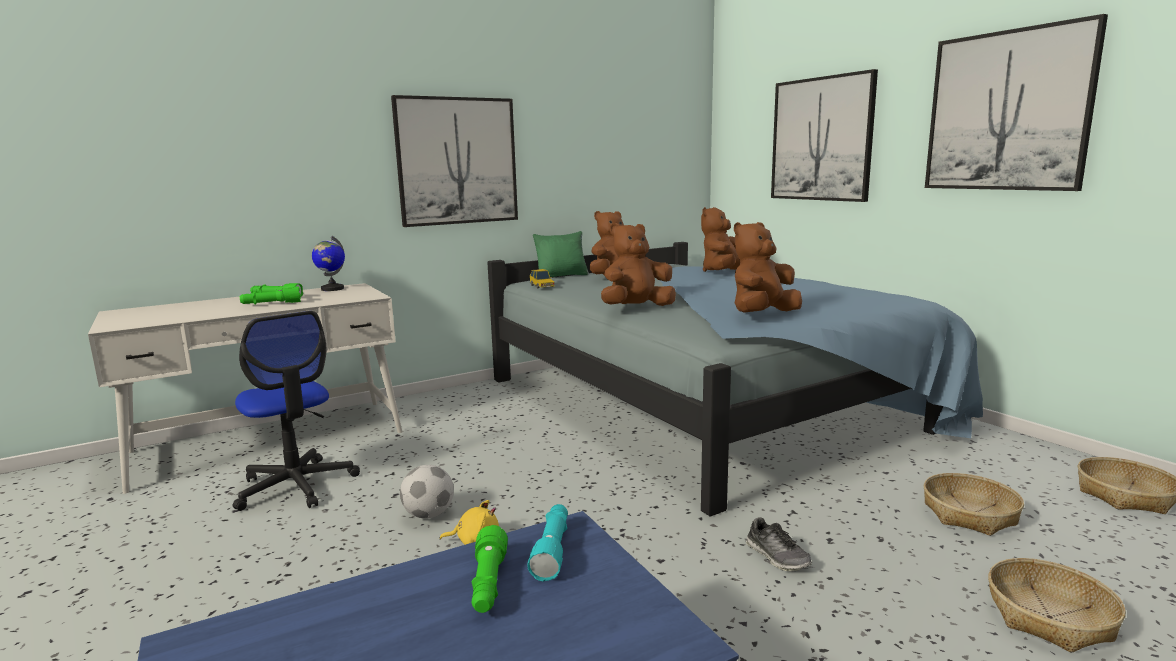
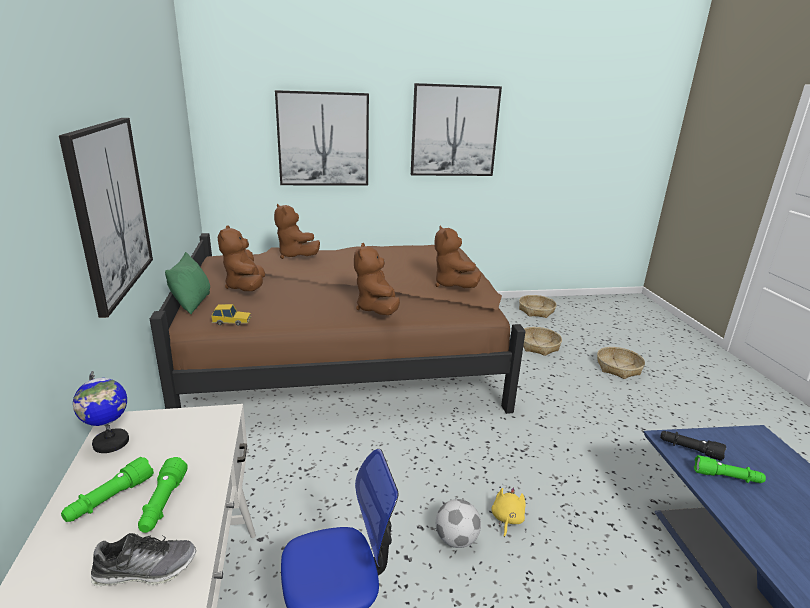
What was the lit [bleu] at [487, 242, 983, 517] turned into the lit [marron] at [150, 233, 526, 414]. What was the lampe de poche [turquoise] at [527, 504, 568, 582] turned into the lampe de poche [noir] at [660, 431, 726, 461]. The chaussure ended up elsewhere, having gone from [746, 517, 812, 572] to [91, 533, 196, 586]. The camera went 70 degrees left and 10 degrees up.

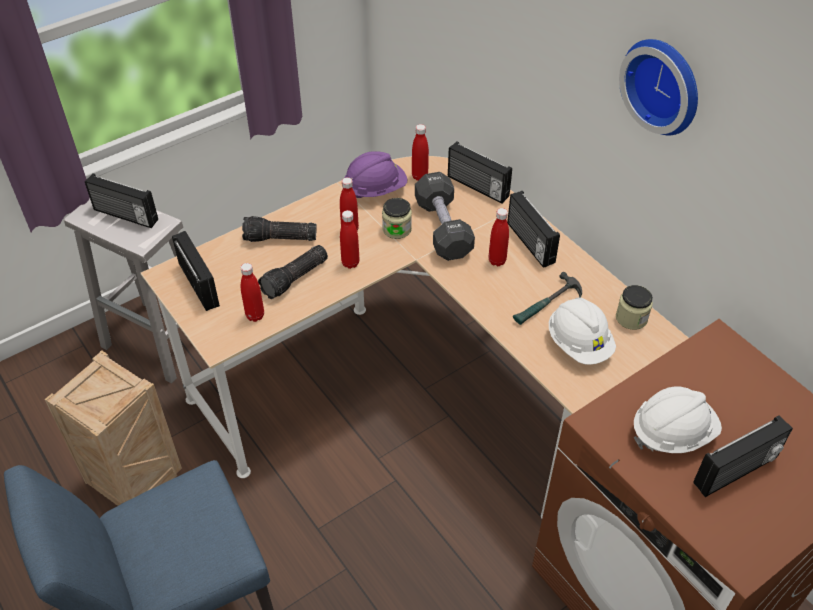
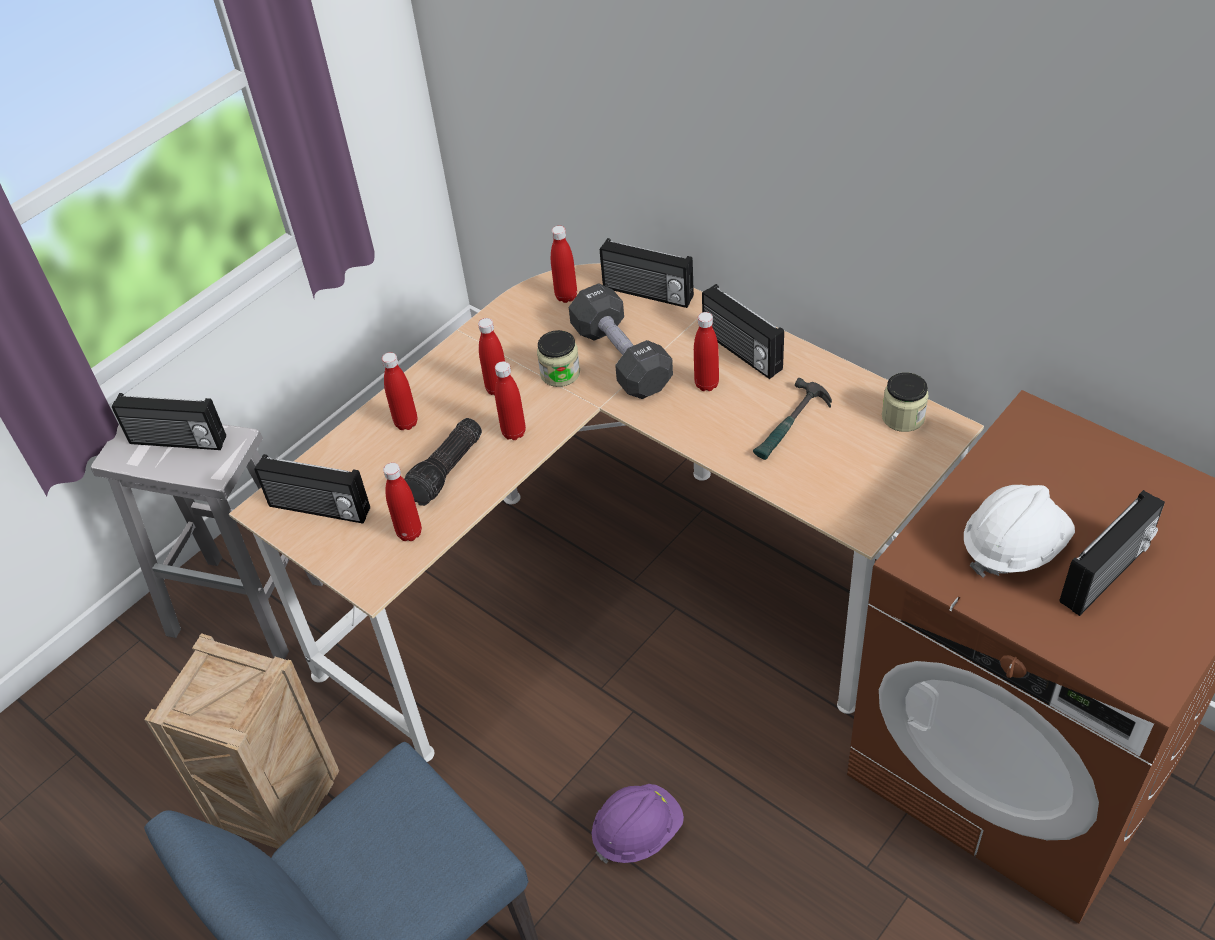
The second view lost the horloge murale at [619, 39, 698, 135]. The casque de chantier [violet] ended up elsewhere, having gone from [344, 152, 407, 198] to [591, 784, 684, 864]. Where the lampe de poche stood at [242, 216, 317, 242], the bouteille [rouge] came to stand at [382, 352, 418, 430]. The radio at [172, 231, 220, 311] ended up facing another way, 150 degrees clockwise from before. The second view lost the casque de chantier [blanc] at [549, 297, 616, 365]. The camera went 10 degrees left and 0 degrees up.

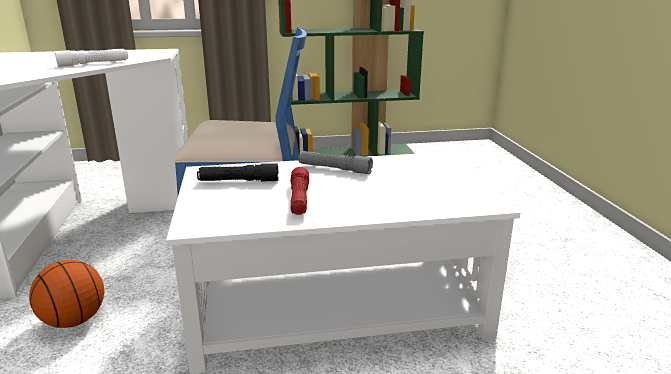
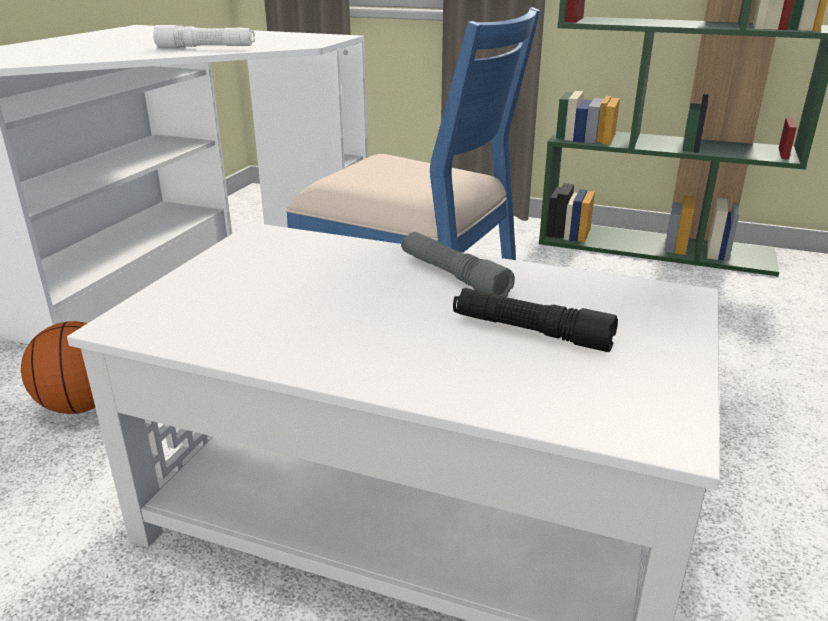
The lampe de poche [noir] ended up elsewhere, having gone from [197, 163, 278, 181] to [453, 288, 618, 352]. The second view lost the lampe de poche [rouge] at [290, 167, 309, 215]. The camera went 30 degrees right and 5 degrees up.

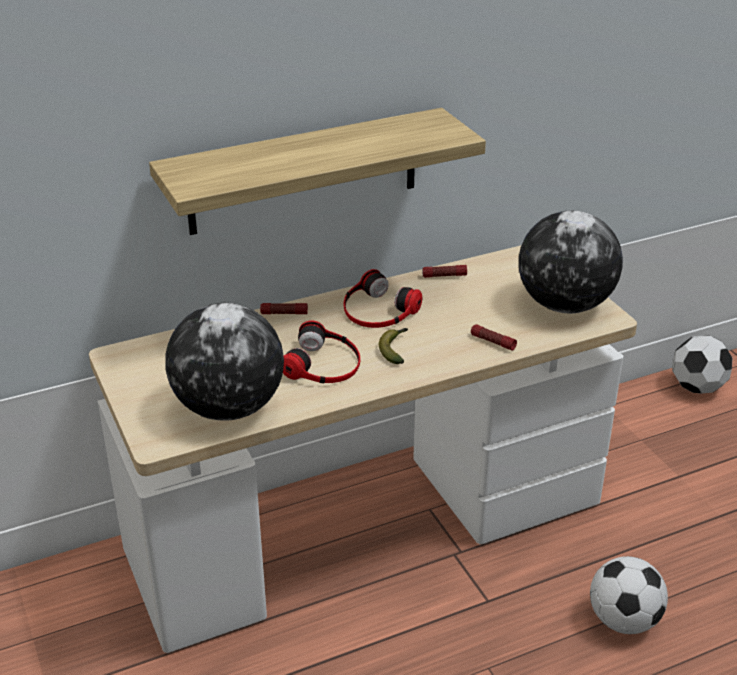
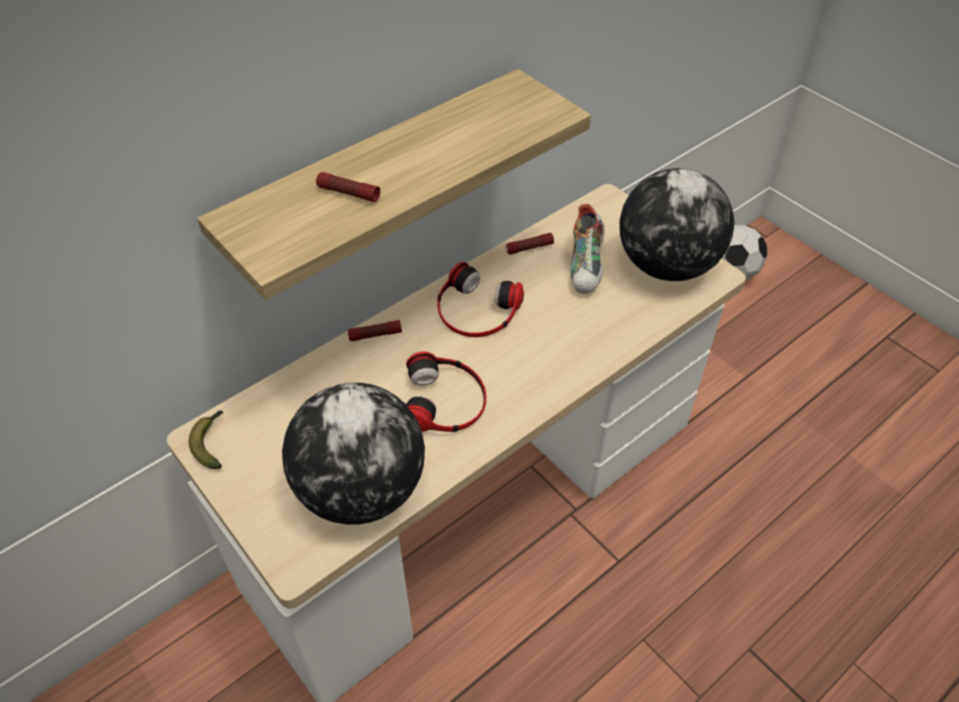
The lampe de poche ended up elsewhere, having gone from [471, 324, 517, 351] to [316, 172, 380, 202]. The banane ended up elsewhere, having gone from [379, 328, 408, 364] to [189, 411, 223, 469]. The second view lost the ballon de foot at [590, 556, 668, 634]. The second view gained the chaussure at [570, 204, 605, 294]. The camera went 15 degrees left and 15 degrees up.

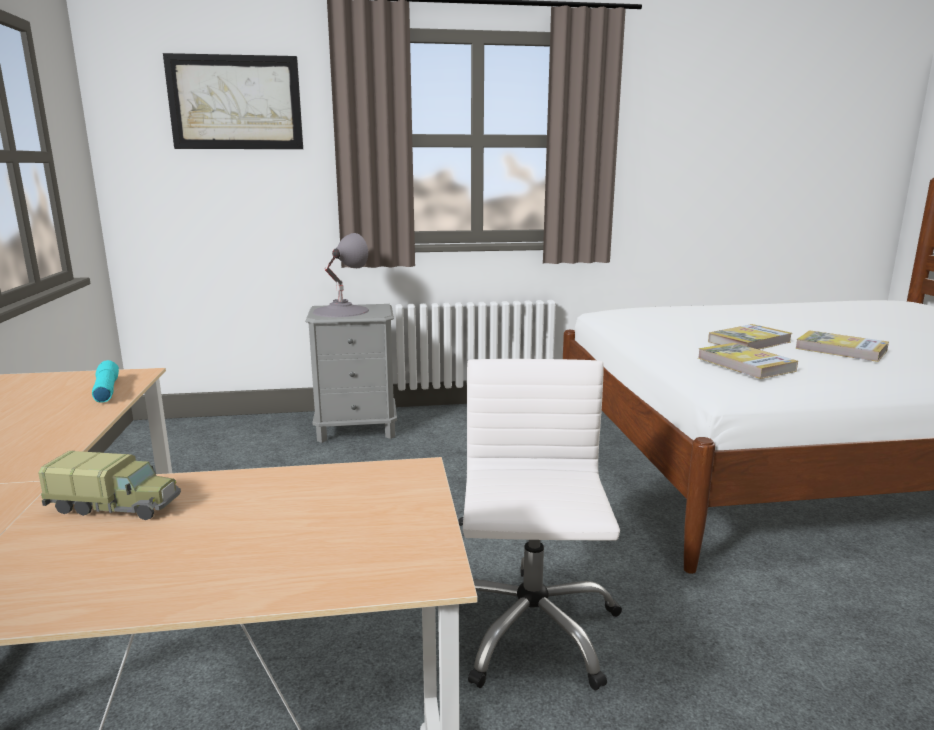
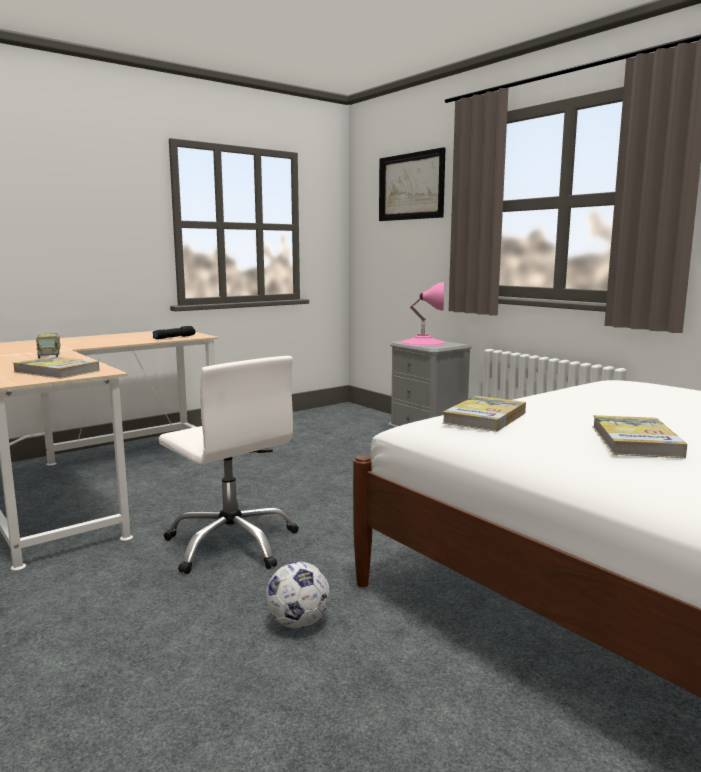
What was the lampe de table [gris] at [313, 233, 369, 317] turned into the lampe de table [rose] at [401, 282, 445, 346]. The livre ended up elsewhere, having gone from [708, 324, 792, 350] to [13, 356, 100, 379]. The chaise de bureau [blanc] at [458, 359, 622, 690] ended up facing another way, 75 degrees clockwise from before. What was the lampe de poche [turquoise] at [92, 360, 119, 402] turned into the lampe de poche [noir] at [153, 326, 196, 339]. The second view gained the ballon de foot at [266, 561, 330, 629]. The camera went 60 degrees right and 5 degrees down.

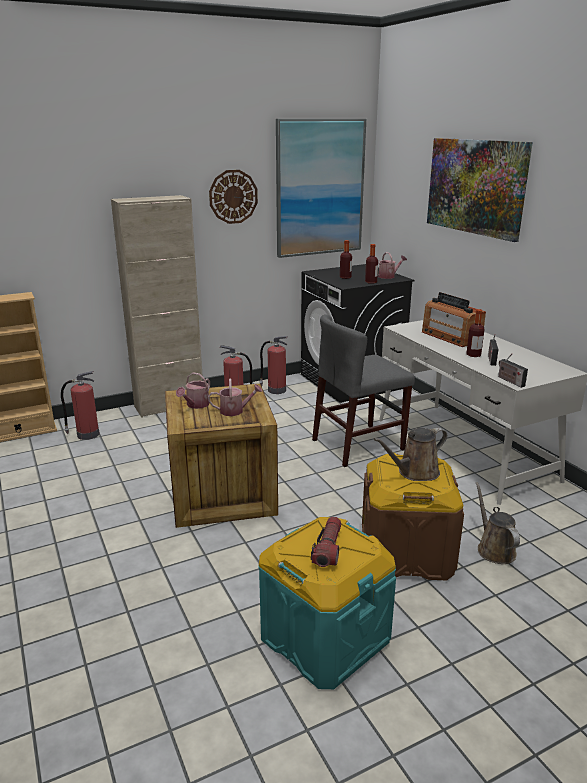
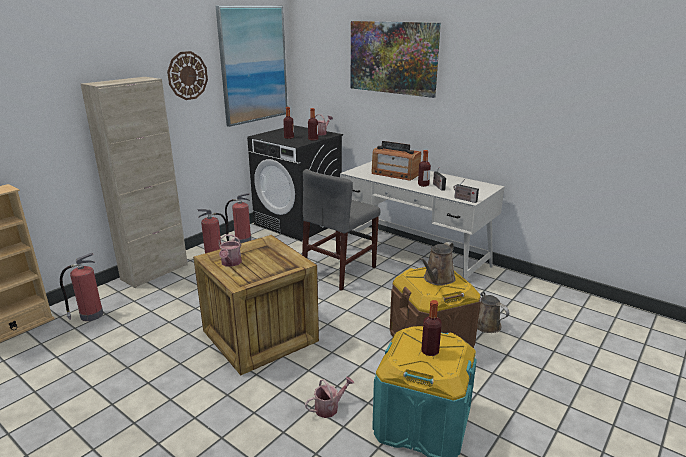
The arrosoir ended up elsewhere, having gone from [208, 378, 262, 416] to [305, 377, 354, 418]. Where the lampe de poche stood at [311, 517, 341, 567], the bouteille came to stand at [421, 300, 442, 356]. The camera went 25 degrees left and 0 degrees up.

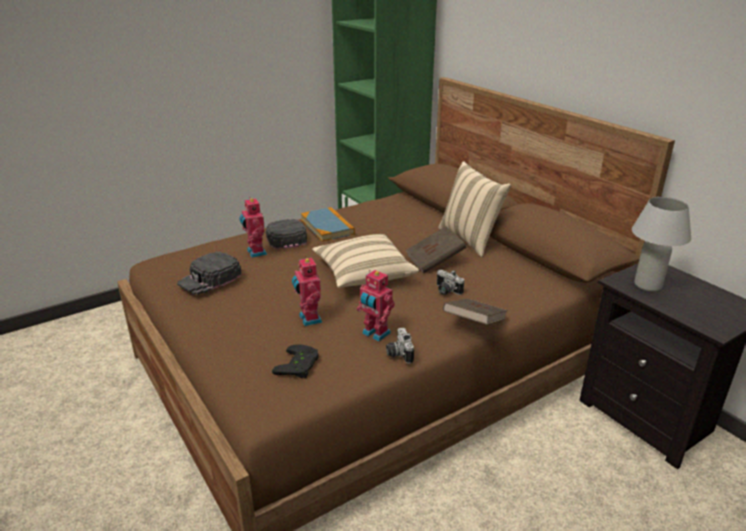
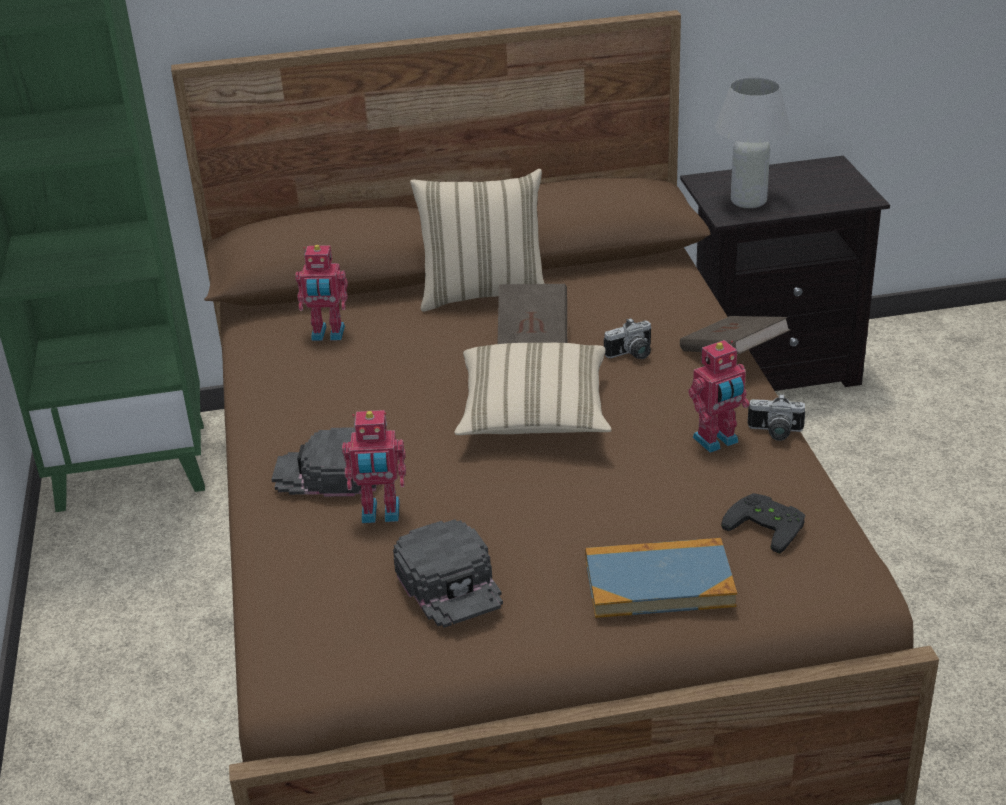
The livre ended up elsewhere, having gone from [301, 207, 355, 242] to [585, 538, 737, 618]. The robot jouet ended up elsewhere, having gone from [292, 256, 322, 326] to [295, 245, 348, 341]. The camera went 65 degrees left and 5 degrees up.

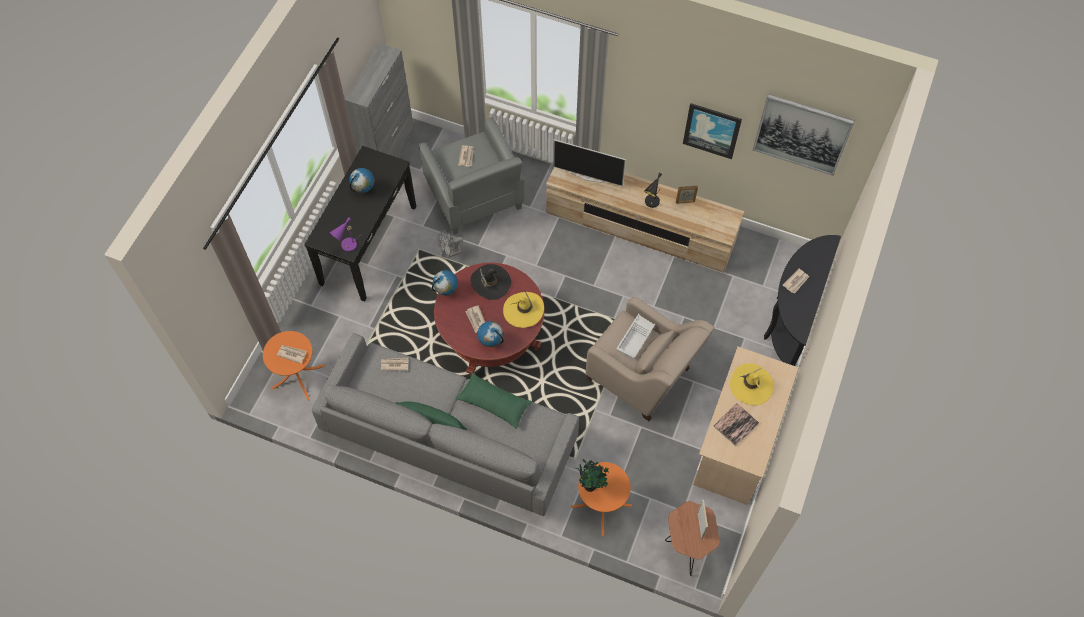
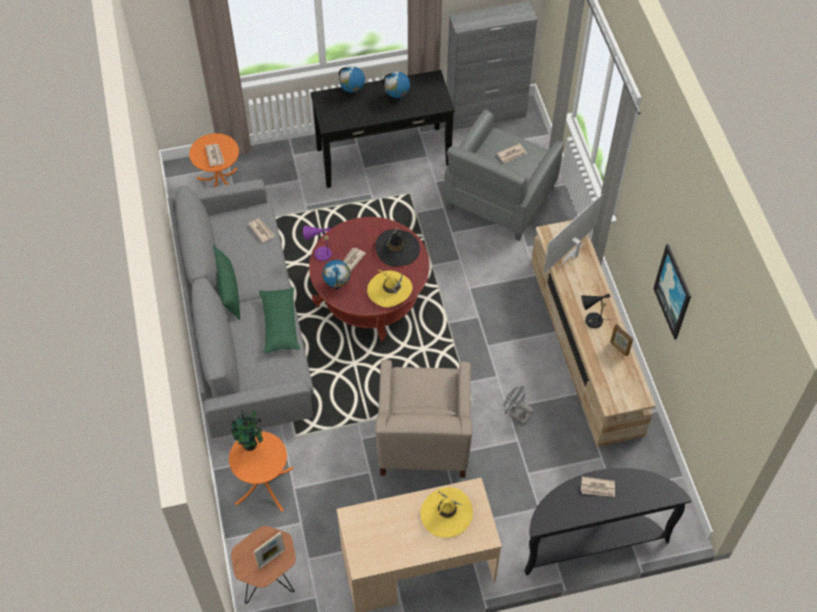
The second view lost the tableau at [753, 94, 855, 176]. The téléviseur at [553, 140, 626, 186] ended up facing another way, 60 degrees clockwise from before. The lampe de table [violet] ended up elsewhere, having gone from [329, 217, 362, 252] to [303, 225, 339, 261]. The ventilateur [gris] ended up elsewhere, having gone from [438, 229, 463, 258] to [504, 386, 534, 425]. The globe ended up elsewhere, having gone from [432, 270, 458, 295] to [339, 66, 365, 96]. The second view lost the plateau [blanc] at [616, 314, 655, 360]. The second view lost the livre at [713, 403, 759, 446]. The camera went 55 degrees right and 5 degrees down.

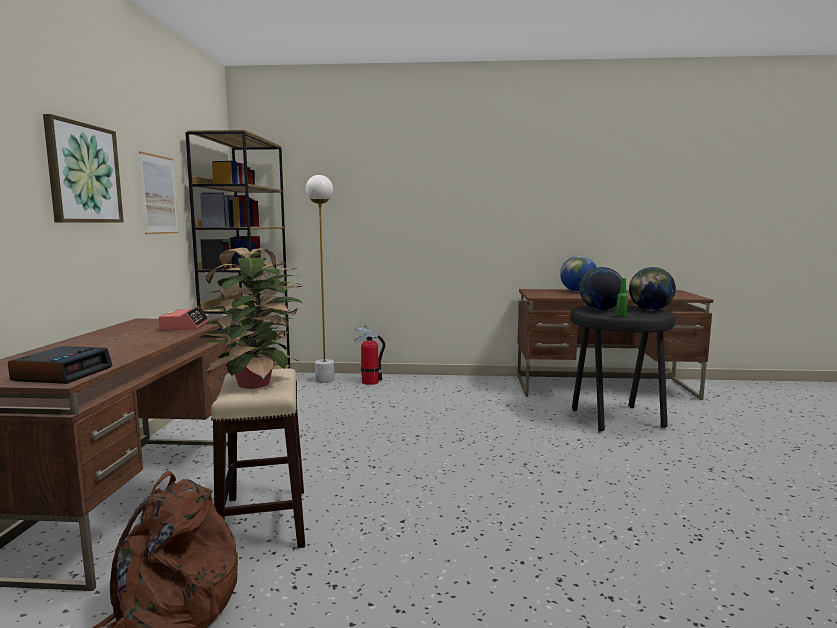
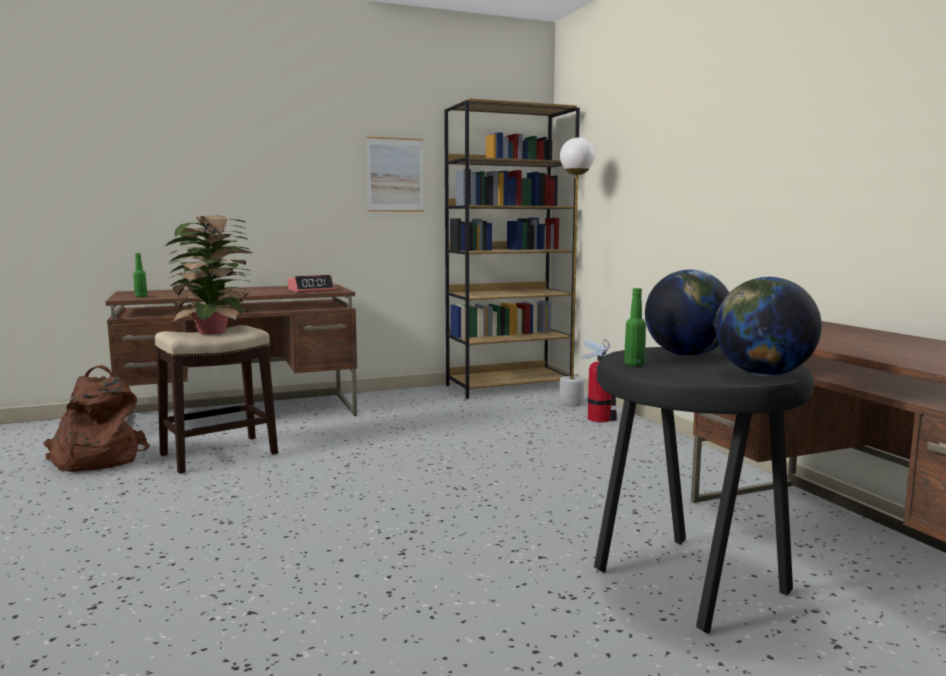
The second view lost the tableau at [43, 114, 124, 223]. The second view lost the globe at [560, 256, 597, 292]. Where the réveil stood at [8, 346, 112, 384], the bouteille [vert] came to stand at [133, 253, 147, 297]. The camera went 65 degrees right and 0 degrees up.

